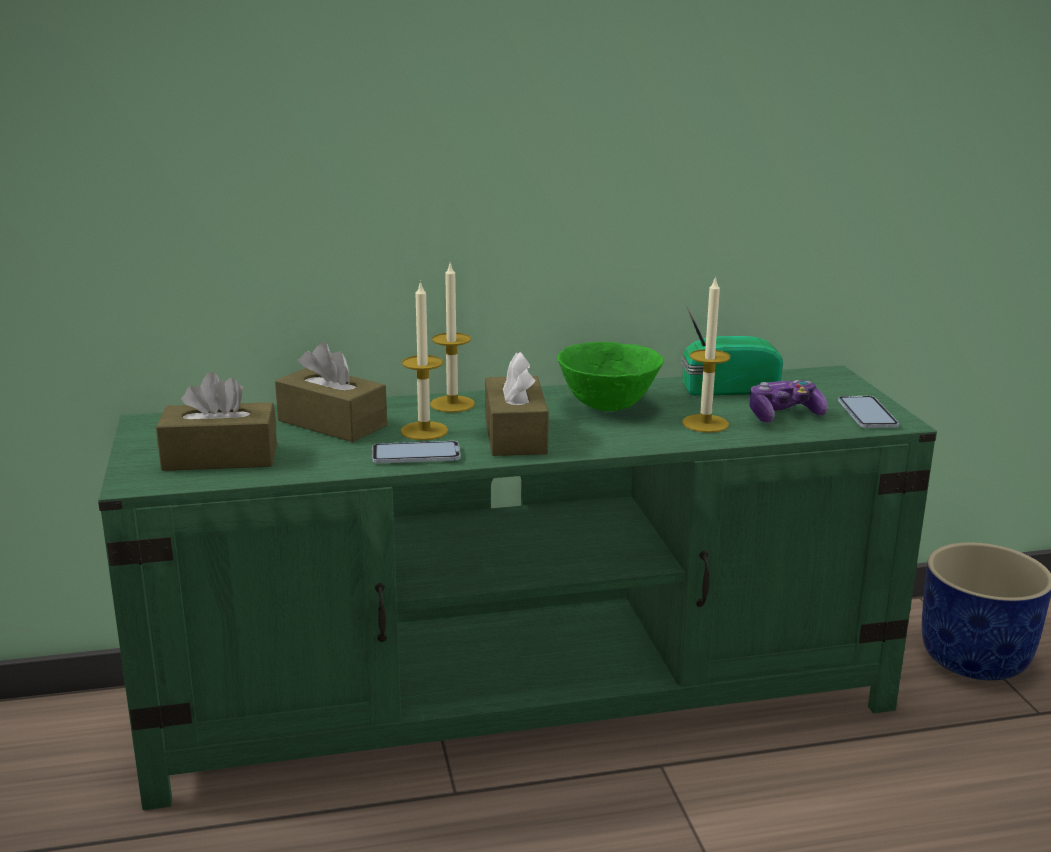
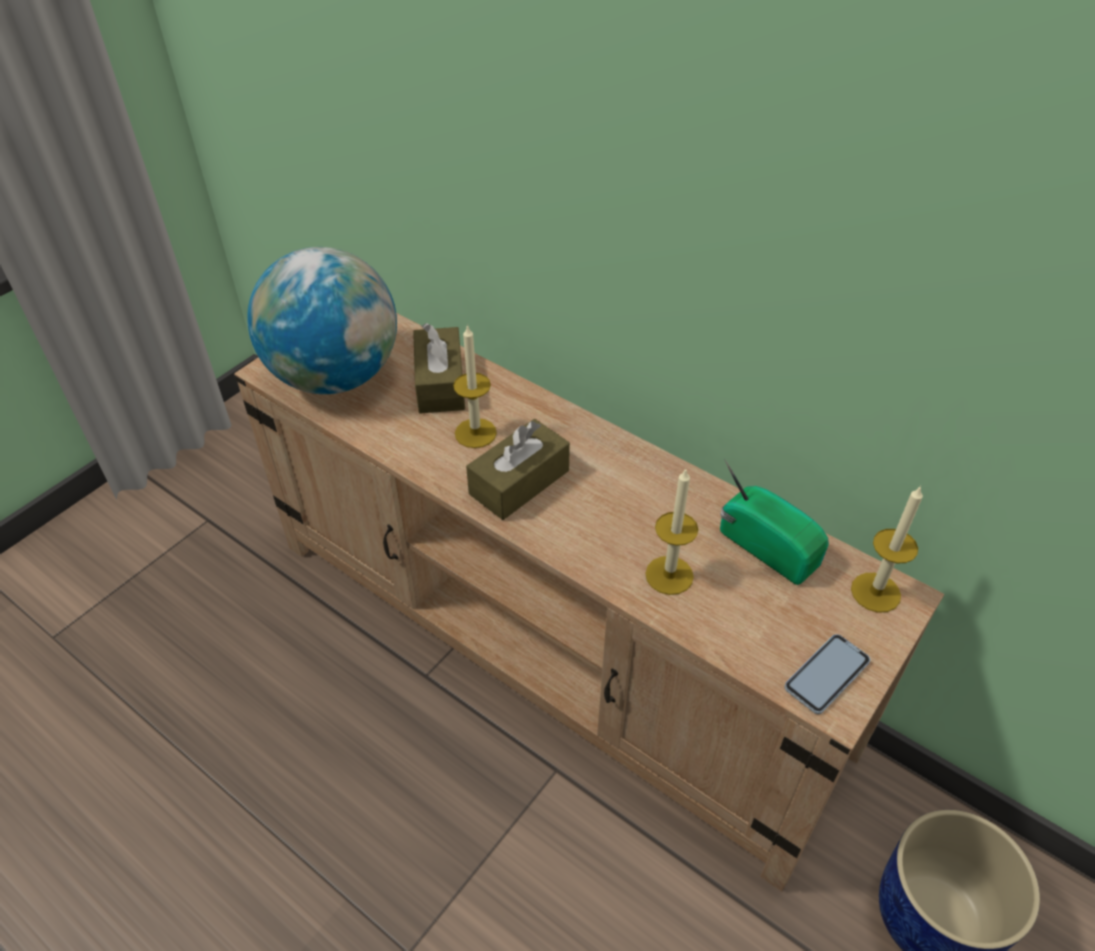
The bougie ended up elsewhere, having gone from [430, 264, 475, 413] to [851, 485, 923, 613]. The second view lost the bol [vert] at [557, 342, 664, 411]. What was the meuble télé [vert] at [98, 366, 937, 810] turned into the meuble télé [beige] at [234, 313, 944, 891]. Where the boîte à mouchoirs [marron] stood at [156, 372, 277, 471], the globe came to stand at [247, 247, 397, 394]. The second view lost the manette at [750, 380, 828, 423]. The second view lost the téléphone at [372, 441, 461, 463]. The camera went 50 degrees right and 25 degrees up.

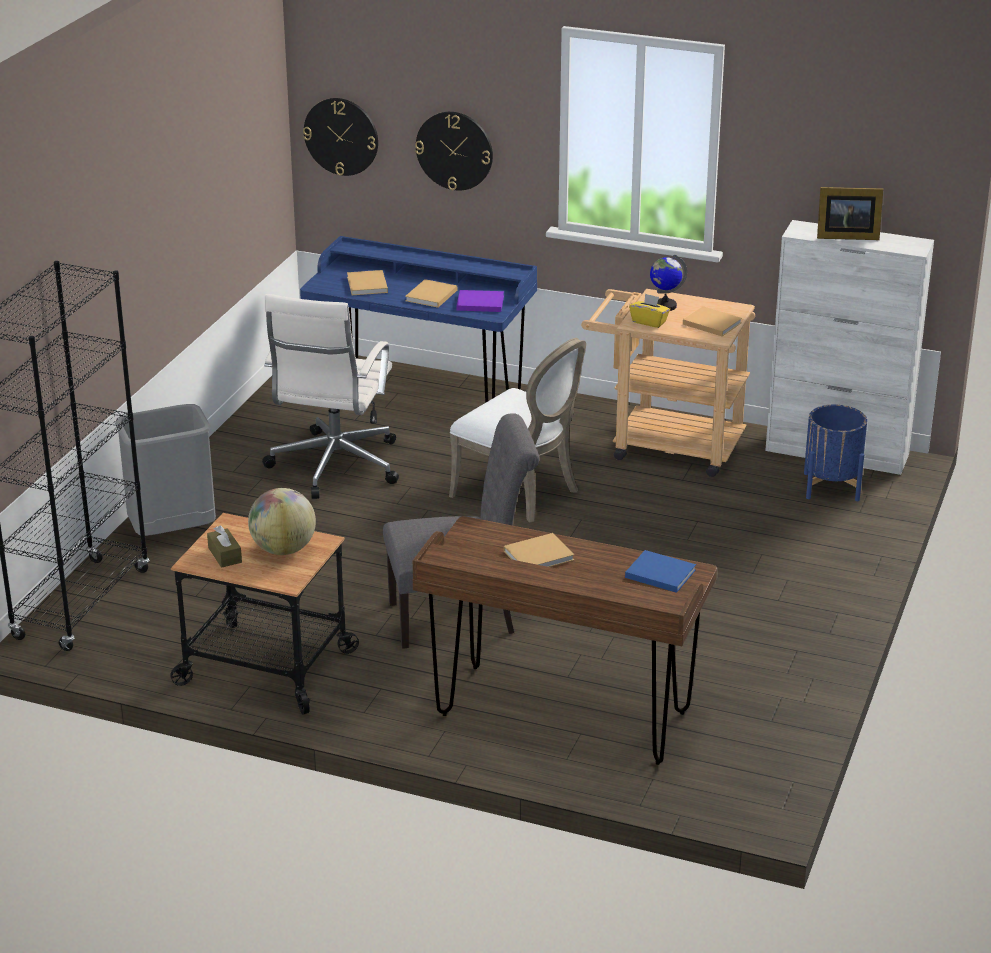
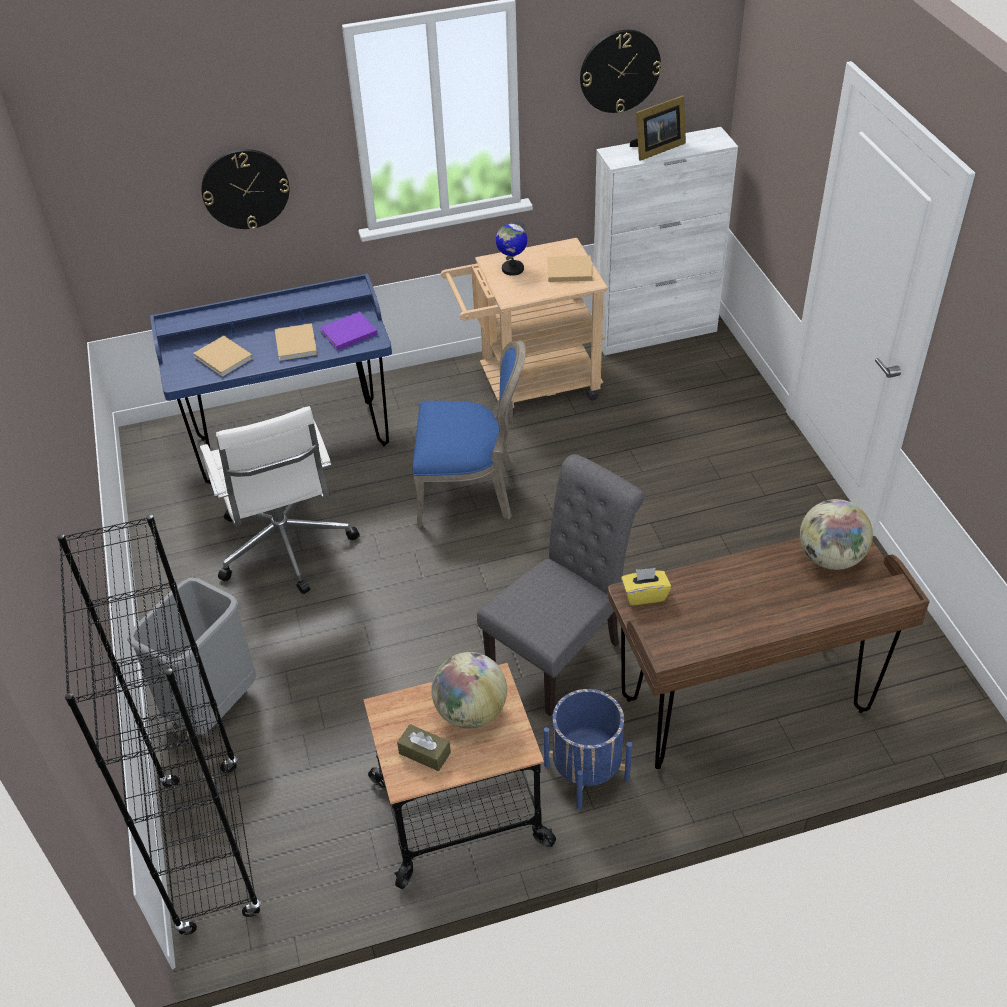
The horloge murale ended up elsewhere, having gone from [303, 98, 378, 176] to [580, 30, 661, 113]. The boîte à mouchoirs [jaune] ended up elsewhere, having gone from [629, 293, 670, 328] to [621, 568, 671, 605]. What was the chaise [blanc] at [449, 338, 586, 523] turned into the chaise [bleu] at [413, 341, 526, 527]. The cache-pot [bleu] ended up elsewhere, having gone from [804, 405, 867, 501] to [544, 689, 632, 810]. The second view lost the livre [beige] at [504, 533, 574, 567]. Where the livre [bleu] stood at [625, 550, 696, 593], the globe came to stand at [800, 499, 873, 570]. The camera went 35 degrees left and 15 degrees up.

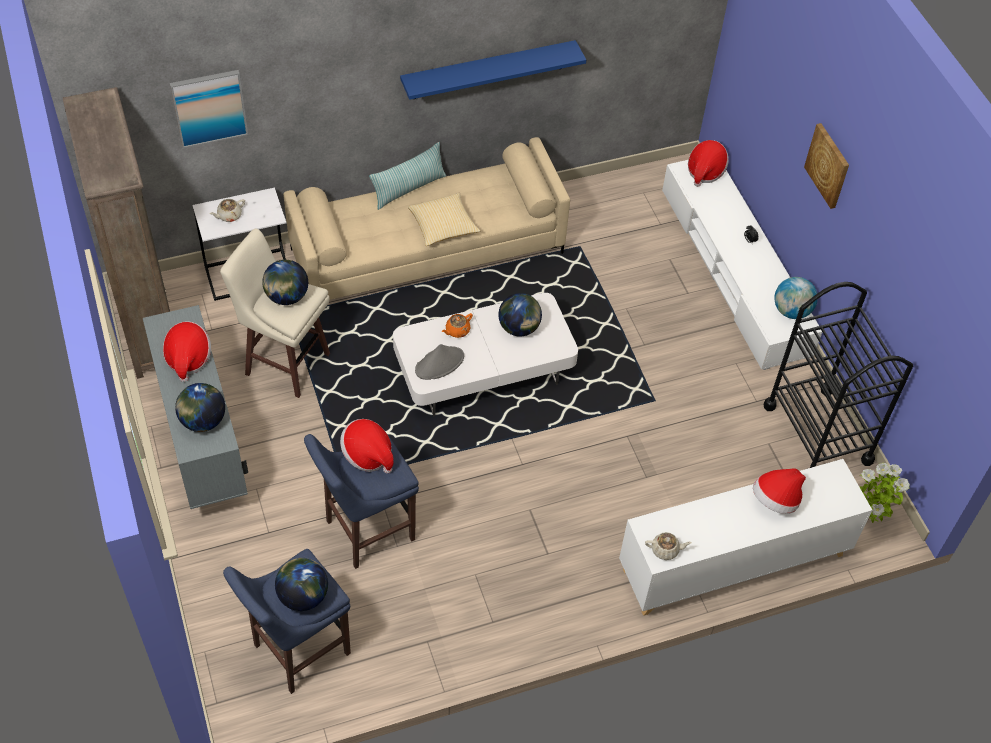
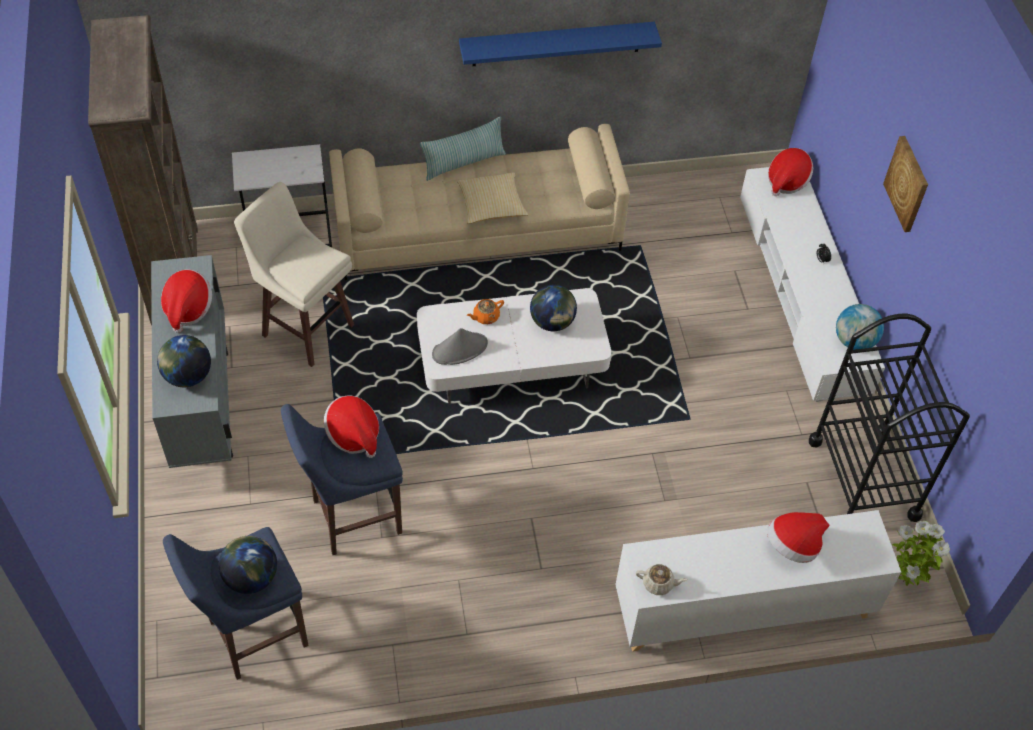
The second view lost the tableau at [170, 70, 248, 148]. The second view lost the théière [beige] at [210, 199, 245, 222]. The second view lost the globe at [262, 260, 308, 305]. The camera went 10 degrees right and 0 degrees up.

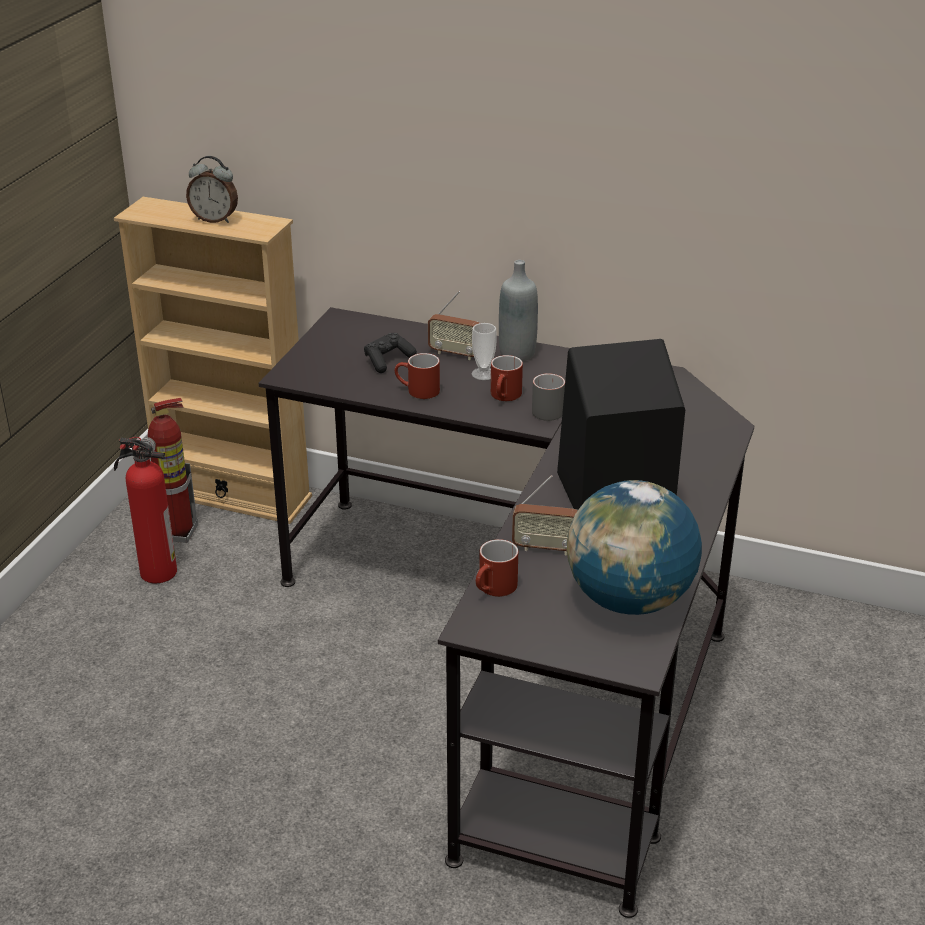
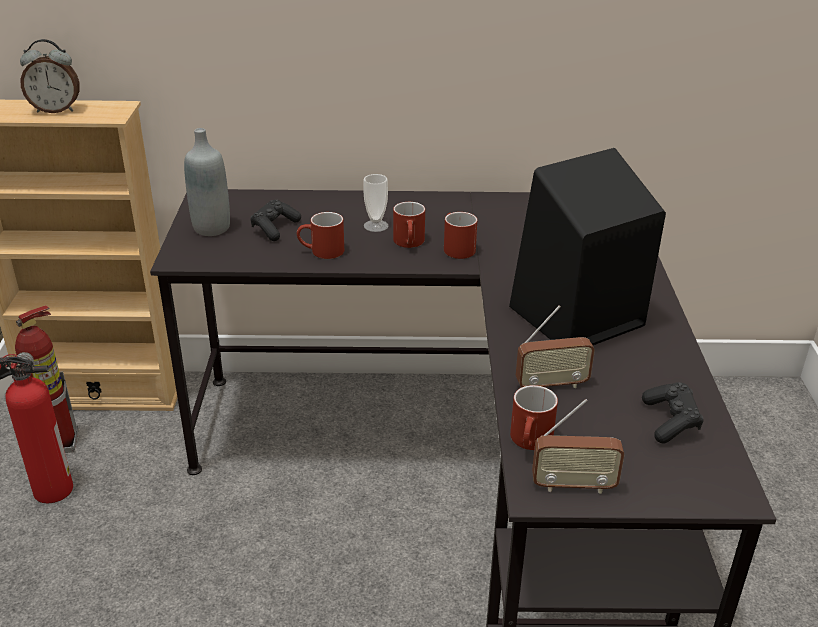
The bouteille [gris] ended up elsewhere, having gone from [499, 260, 538, 361] to [184, 128, 230, 236]. The radio ended up elsewhere, having gone from [428, 291, 480, 360] to [532, 399, 624, 494]. What was the mug [gris] at [532, 373, 565, 421] turned into the mug [rouge] at [444, 212, 478, 259]. Where the globe stood at [567, 480, 702, 615], the manette [noir] came to stand at [642, 382, 704, 443]. The camera went 20 degrees left and 0 degrees up.

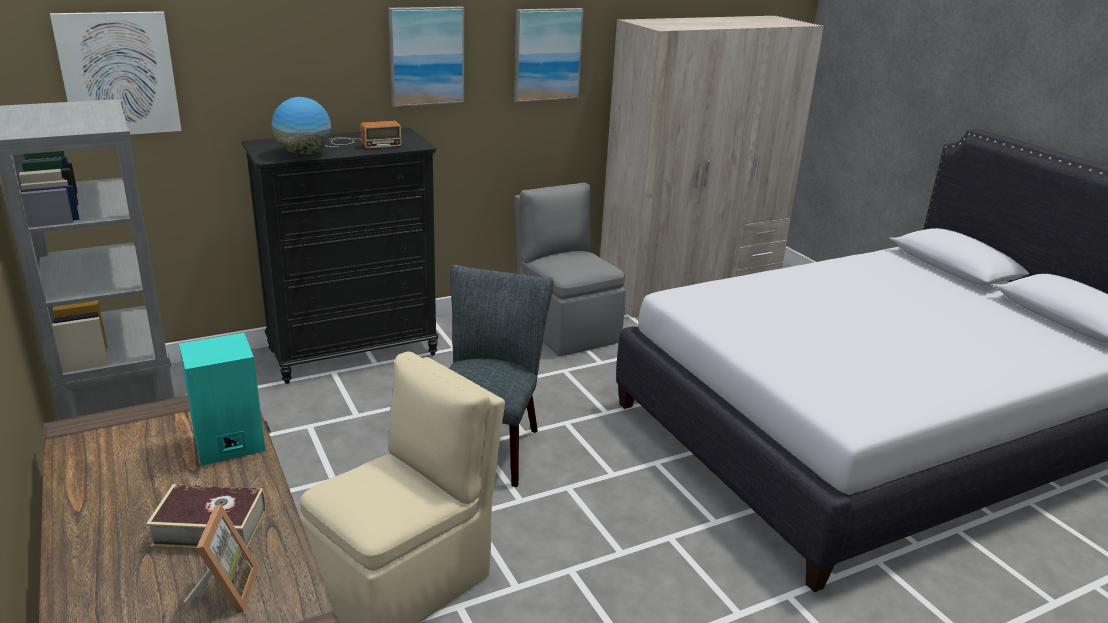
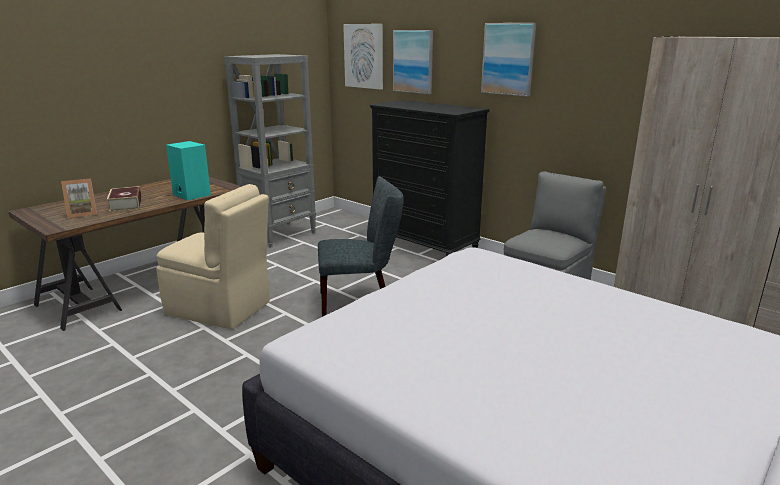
The tableau ended up elsewhere, having gone from [514, 8, 584, 102] to [393, 30, 433, 94]. The second view lost the globe at [272, 97, 331, 155]. The second view lost the radio at [325, 121, 402, 148]. The camera went 70 degrees right and 5 degrees down.

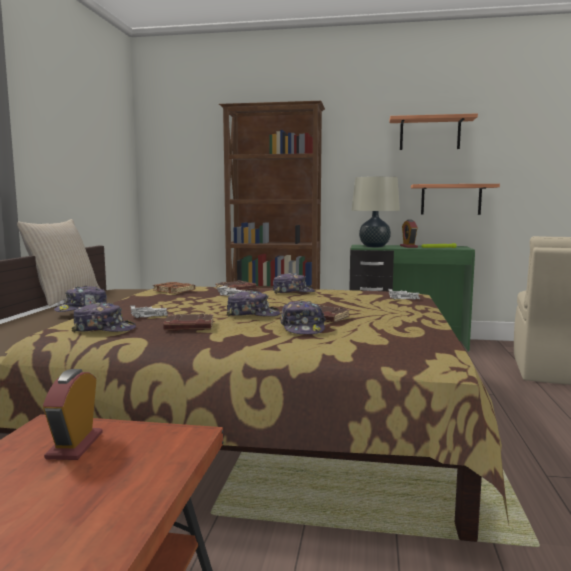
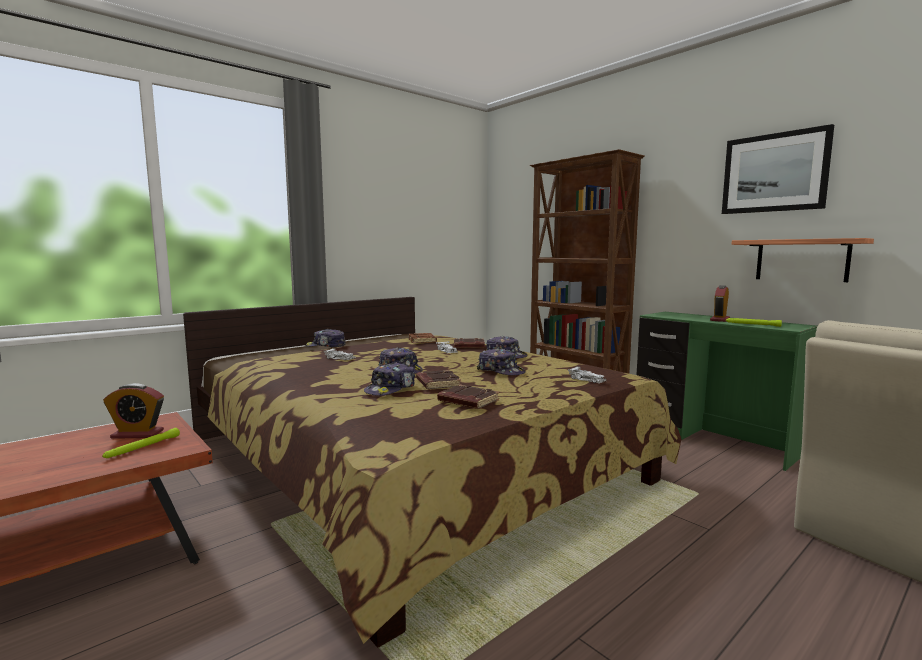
Where the étagère hung at [389, 113, 478, 150], the tableau came to hang at [722, 124, 834, 214]. The second view lost the lampe de table [beige] at [351, 176, 400, 247]. The second view lost the coussin [beige] at [17, 219, 100, 306]. The casquette ended up elsewhere, having gone from [72, 302, 136, 333] to [477, 348, 526, 375]. The livre [marron] ended up elsewhere, having gone from [163, 313, 213, 331] to [437, 385, 499, 409]. The réveil at [43, 369, 103, 460] ended up facing another way, 135 degrees counterclockwise from before. The second view gained the lampe de poche [vert] at [102, 428, 180, 458]. The camera went 40 degrees right and 0 degrees up.

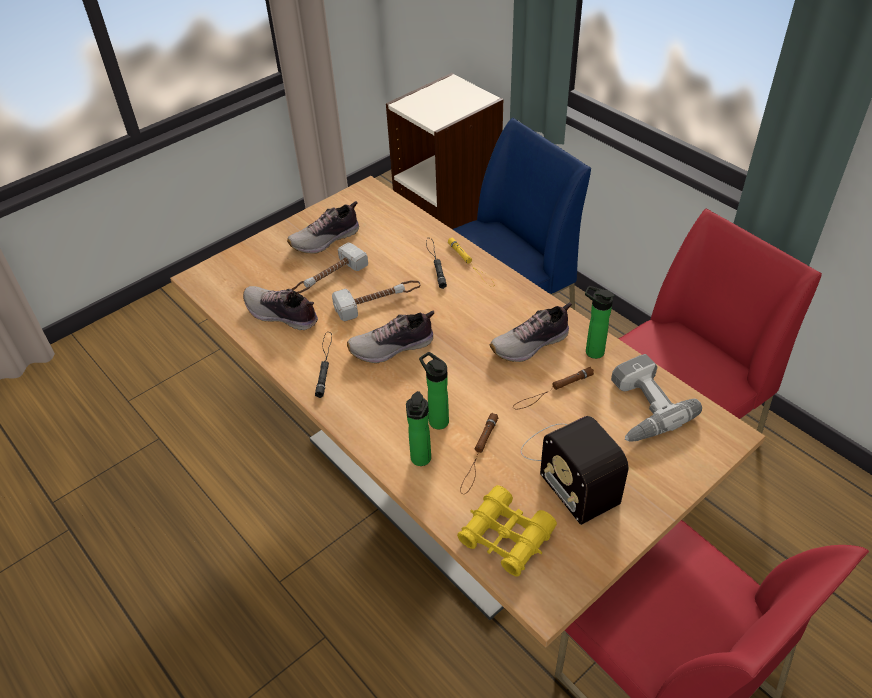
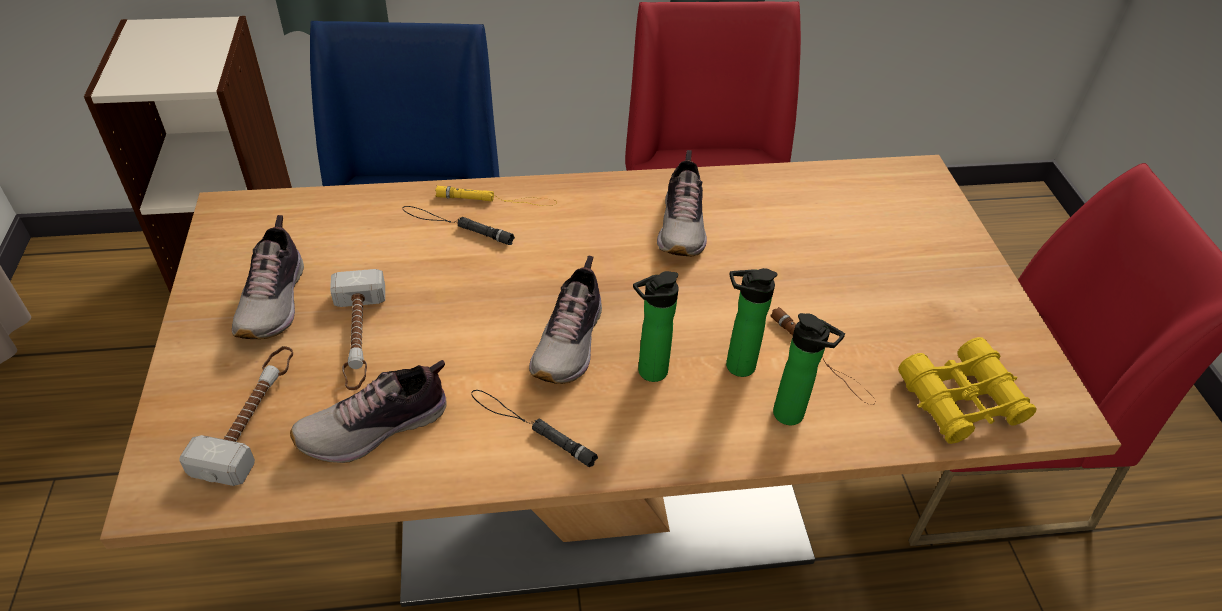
The marteau ended up elsewhere, having gone from [332, 280, 420, 321] to [179, 346, 293, 486]. The bouteille ended up elsewhere, having gone from [585, 286, 614, 359] to [633, 271, 679, 382]. The second view lost the perceuse at [611, 354, 702, 441]. The second view lost the lampe de poche [marron] at [513, 367, 594, 410]. The second view lost the radio at [521, 416, 629, 525]. The camera went 60 degrees left and 0 degrees up.

